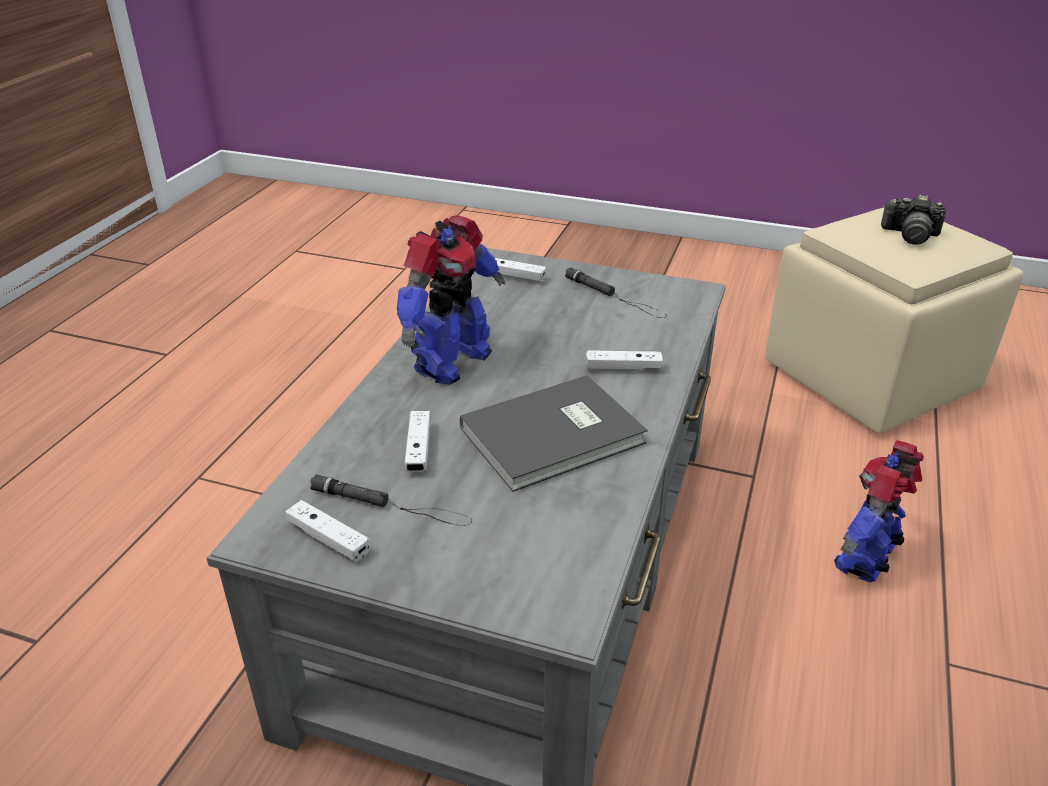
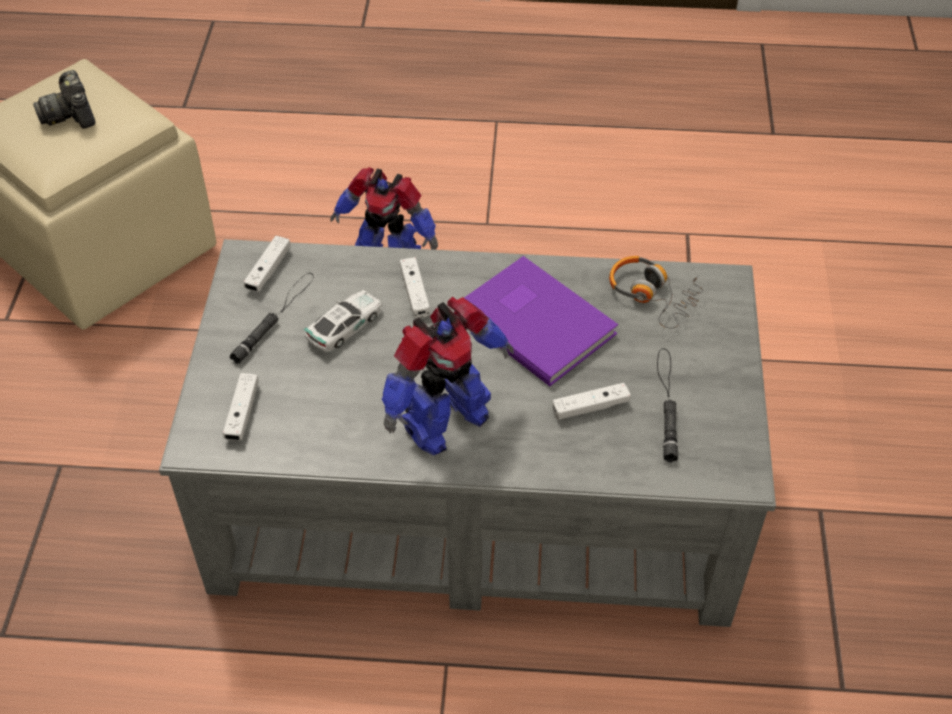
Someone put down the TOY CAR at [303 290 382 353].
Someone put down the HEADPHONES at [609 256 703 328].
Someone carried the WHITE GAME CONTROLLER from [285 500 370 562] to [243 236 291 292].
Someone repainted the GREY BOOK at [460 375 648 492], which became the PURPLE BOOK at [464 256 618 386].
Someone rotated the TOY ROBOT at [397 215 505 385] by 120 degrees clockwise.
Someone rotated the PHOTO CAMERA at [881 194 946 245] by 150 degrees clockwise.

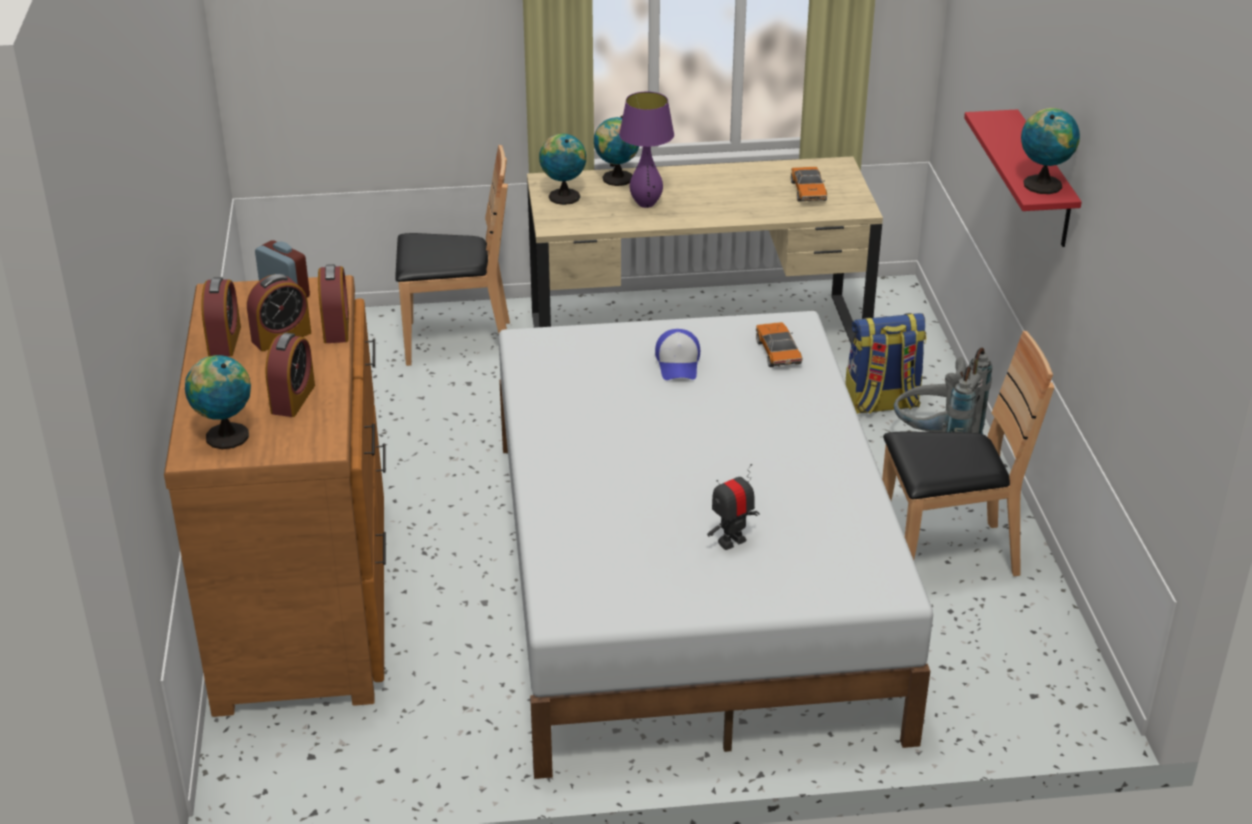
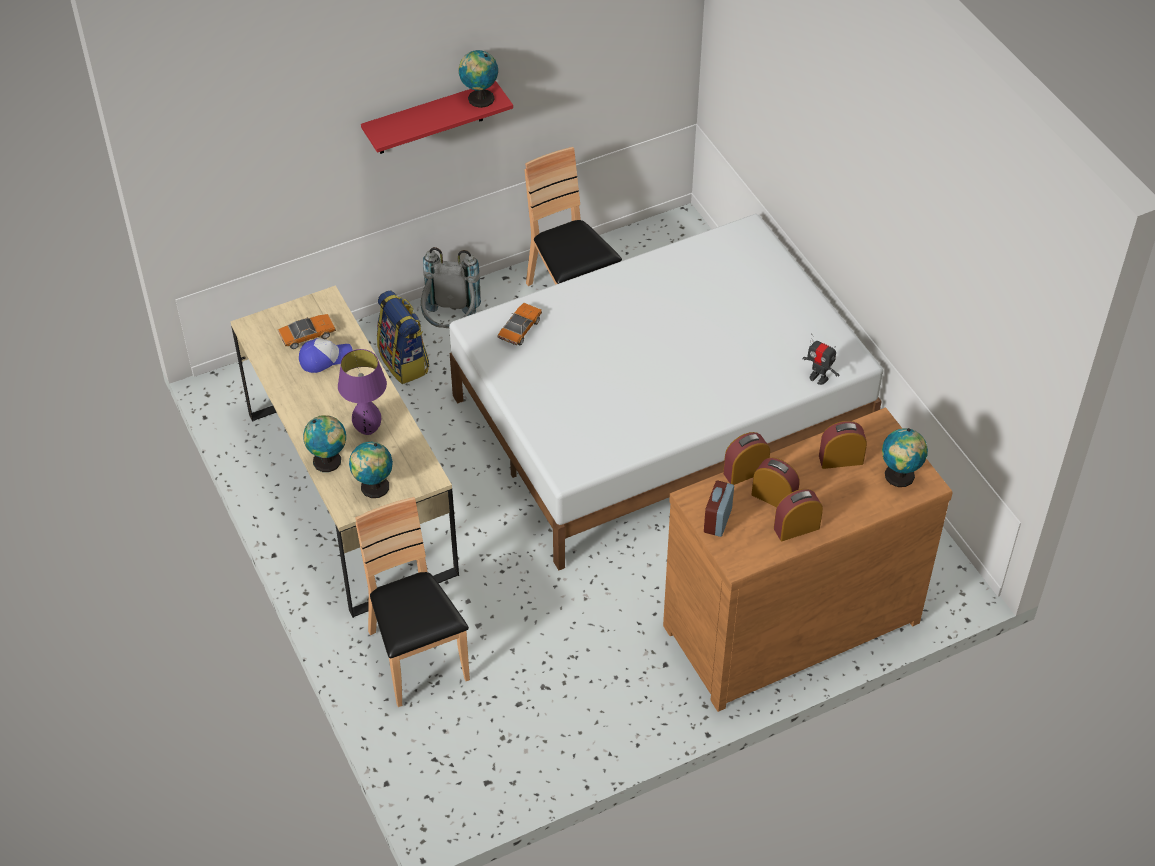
Someone carried the CAP from [655 329 700 380] to [299 338 353 373].
Someone carried the TOY ROBOT from [707 464 760 550] to [802 333 839 385].
Someone rotated the TOY CAR at [756 322 803 367] by 150 degrees clockwise.

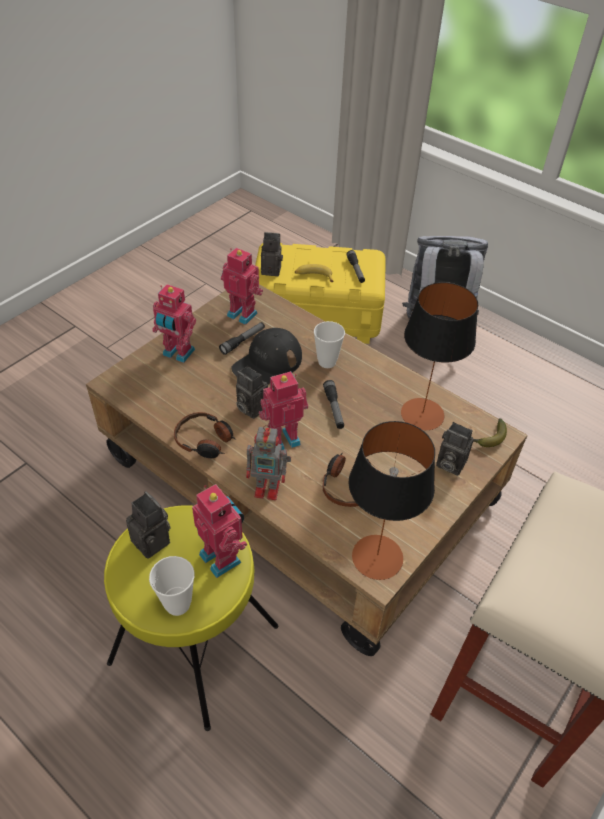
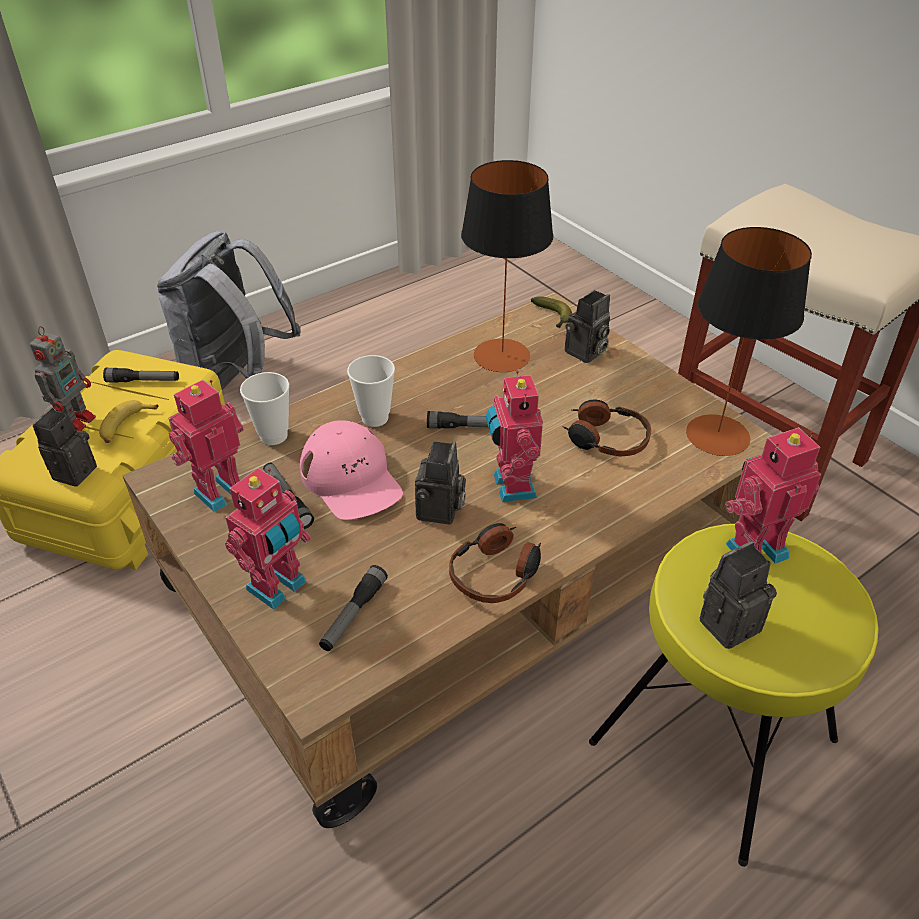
Someone put down the FLASHLIGHT at [319 565 388 651].
Someone carried the CUP from [149 556 195 616] to [240 372 289 445].
Someone carried the TOY ROBOT from [246 425 291 500] to [30 326 96 432].
Someone repainted the BLACK CAP at [231 328 302 385], which became the PINK CAP at [300 420 403 520].
Someone rotated the PHOTO CAMERA at [236 366 268 419] by 45 degrees counterclockwise.

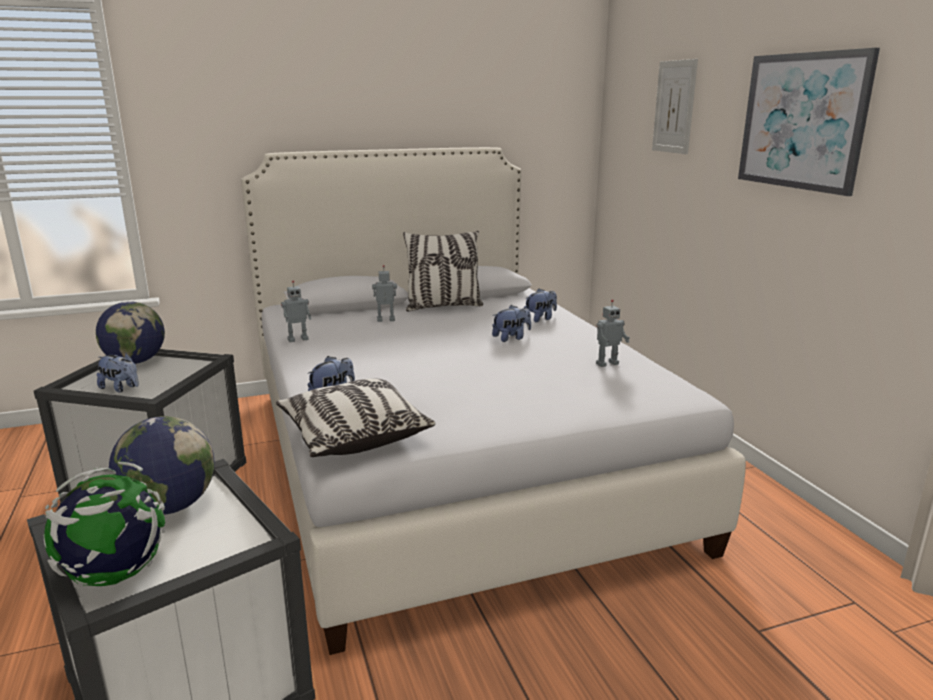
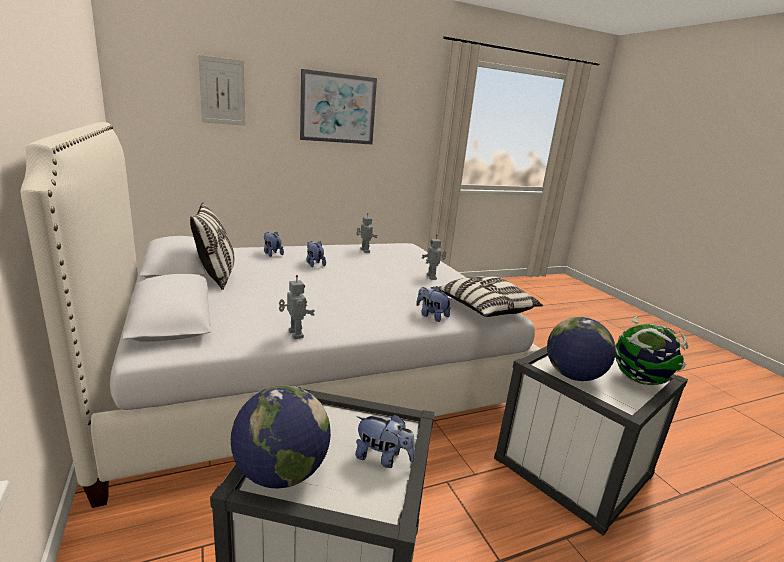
Someone carried the TOY ROBOT from [372 265 397 322] to [422 235 446 280].
Someone rotated the PLUSH TOY at [97 353 139 393] by 90 degrees clockwise.

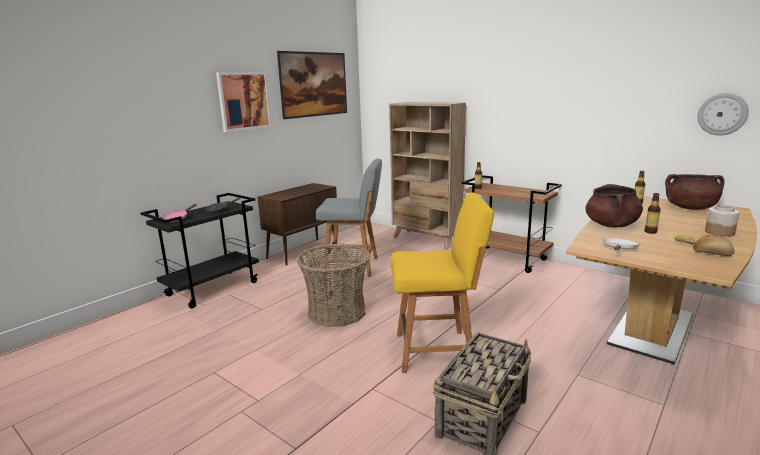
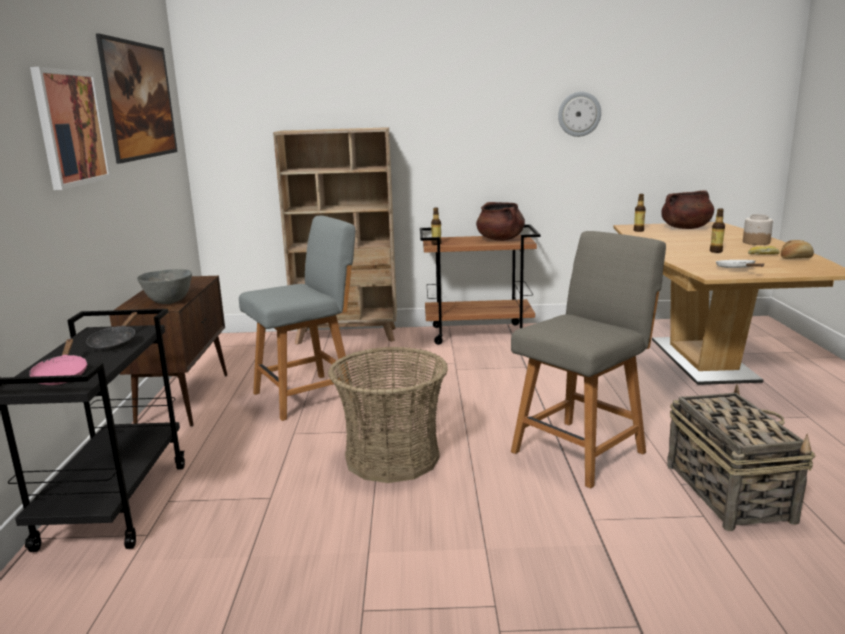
Someone put down the GREY BOWL at [137 269 192 304].
Someone carried the BROWN COOKING POT from [586 184 643 227] to [476 202 525 241].
Someone carried the WALL CLOCK from [697 93 749 135] to [558 92 601 137].
Someone repainted the YELLOW CHAIR at [391 193 494 373], which became the GREY CHAIR at [511 231 666 489].

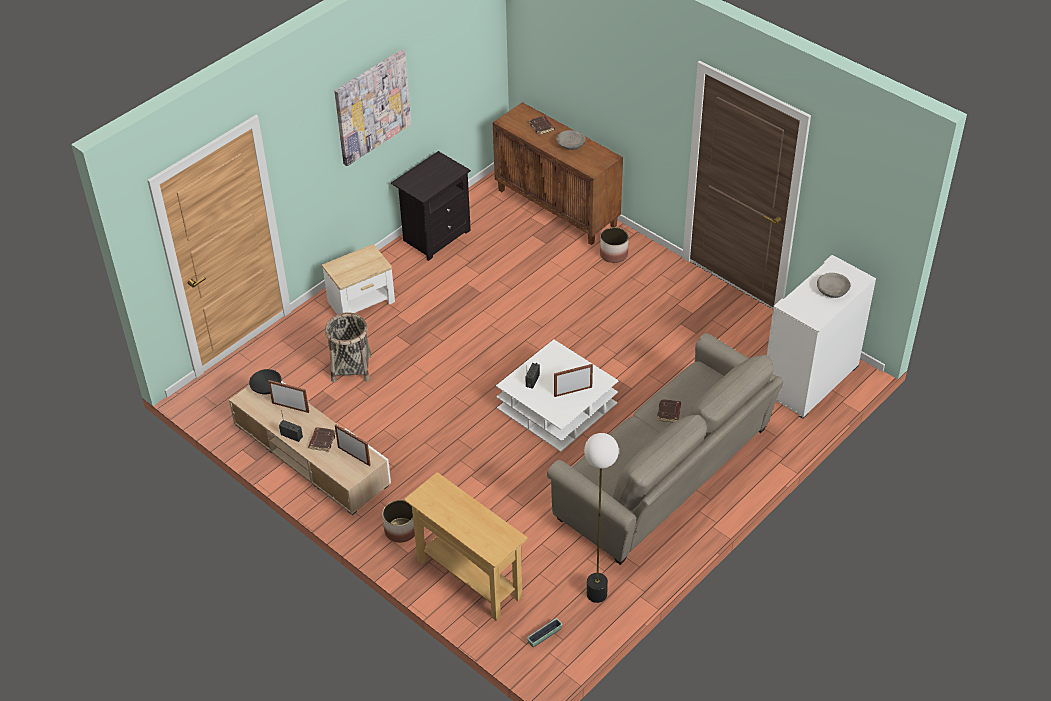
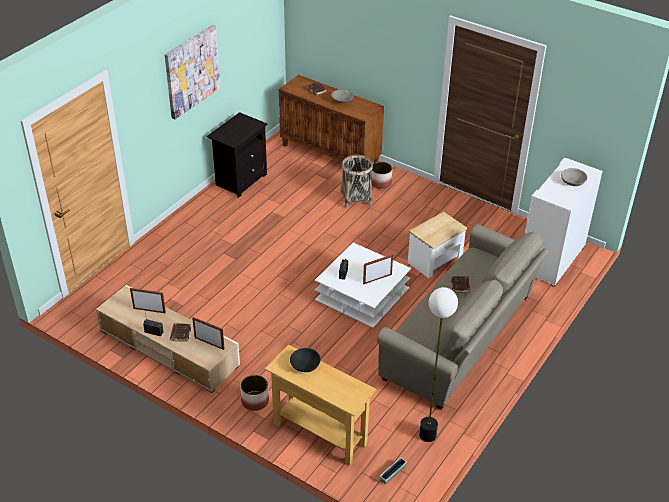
Someone carried the BLACK BOWL from [249 369 282 395] to [290 348 321 372].
Someone carried the SIDE TABLE from [322 244 395 314] to [408 212 467 278].
Someone carried the BASKET from [325 312 371 383] to [340 155 373 208].

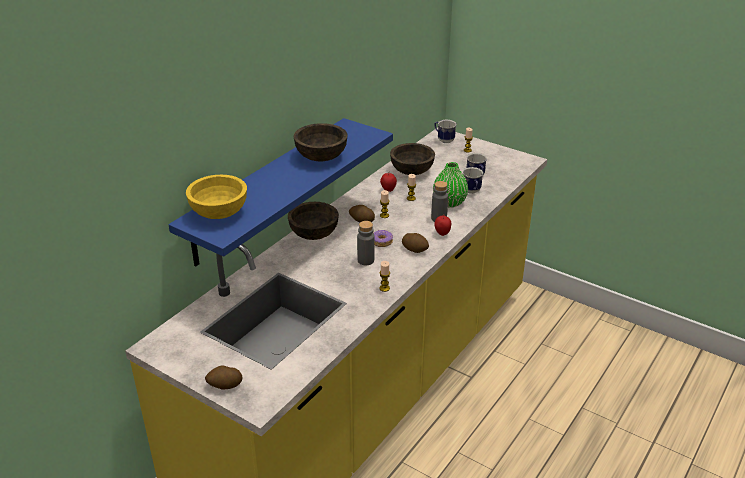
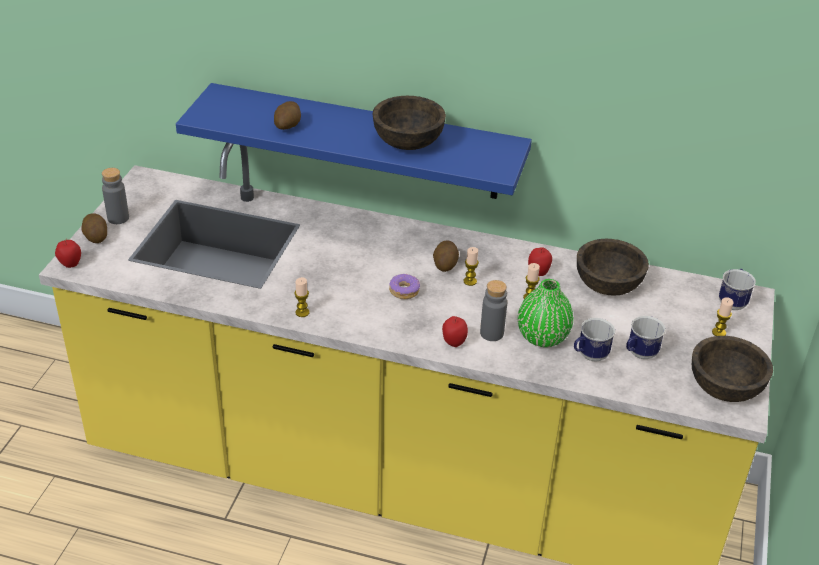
Someone took away the YELLOW BOWL at [186 175 247 219].
Someone put down the APPLE at [55 238 81 268].
Someone carried the BROWN BOWL from [288 202 339 240] to [692 336 773 402].
Someone carried the GREY BOTTLE from [357 221 375 265] to [102 168 129 224].
Someone carried the POTATO from [402 233 429 253] to [274 101 301 130].

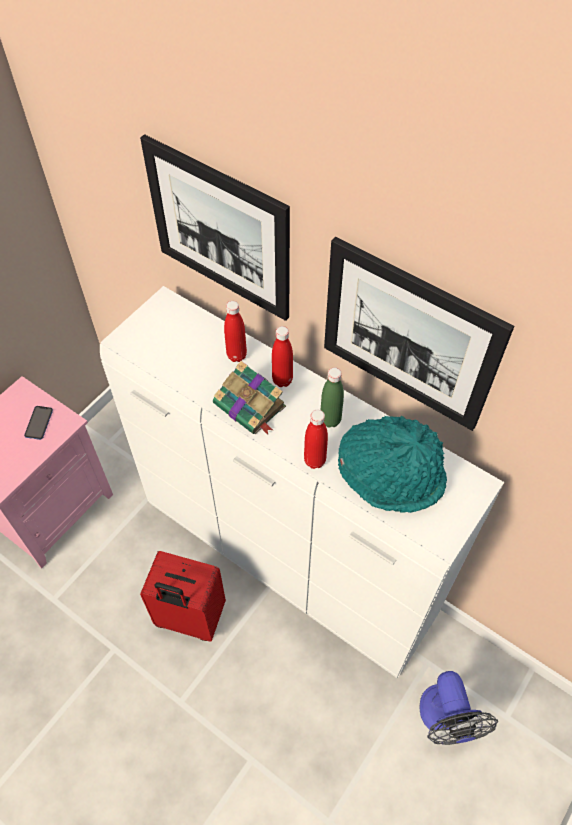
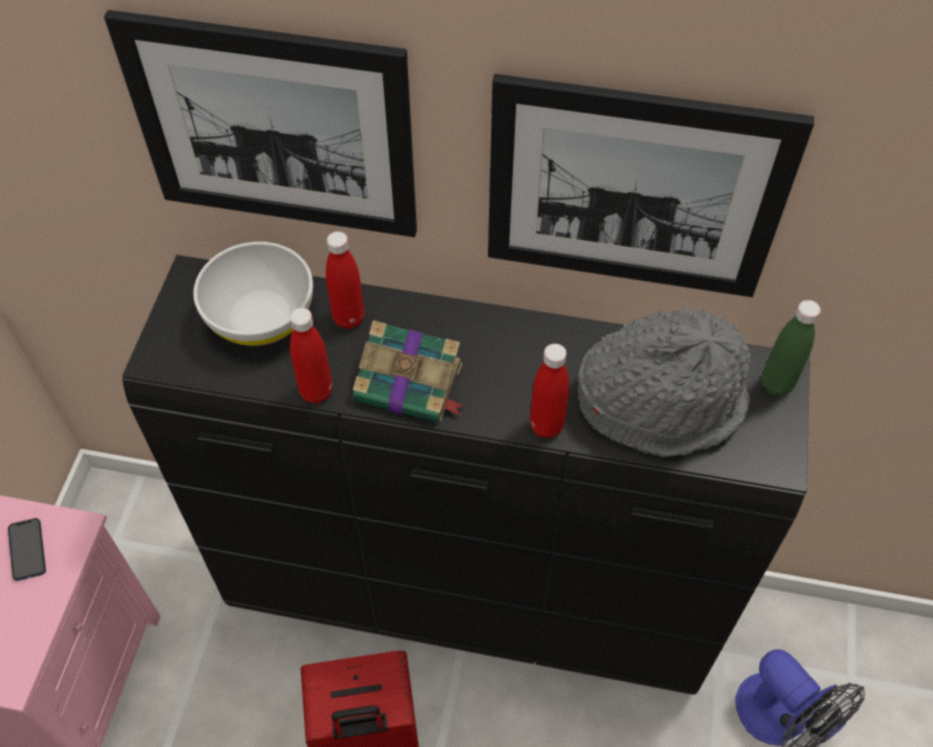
Someone put down the WHITE BOWL at [193 242 313 346].
Someone carried the RED BOTTLE from [272 326 293 387] to [290 308 333 404].
Someone carried the GREEN BOTTLE from [321 367 344 428] to [762 300 821 396].
Someone repainted the WHITE DRESSER at [100 286 504 678], which became the BLACK DRESSER at [122 255 810 695].
Someone repainted the TURQUOISE HAT at [338 416 447 513], which became the GREY HAT at [578 308 751 457].

